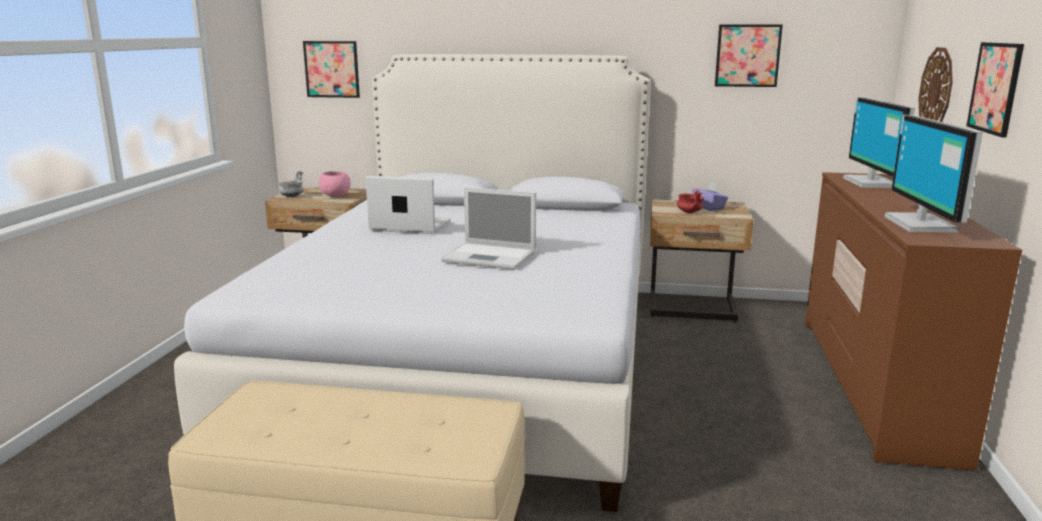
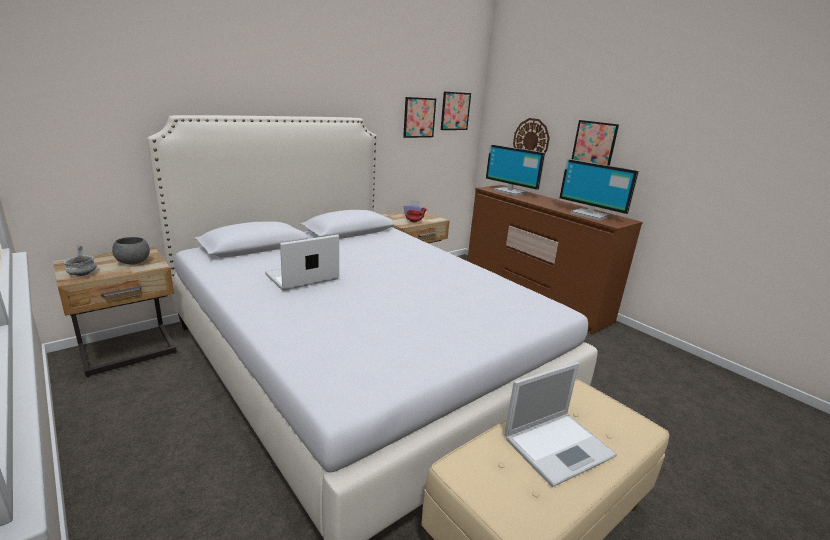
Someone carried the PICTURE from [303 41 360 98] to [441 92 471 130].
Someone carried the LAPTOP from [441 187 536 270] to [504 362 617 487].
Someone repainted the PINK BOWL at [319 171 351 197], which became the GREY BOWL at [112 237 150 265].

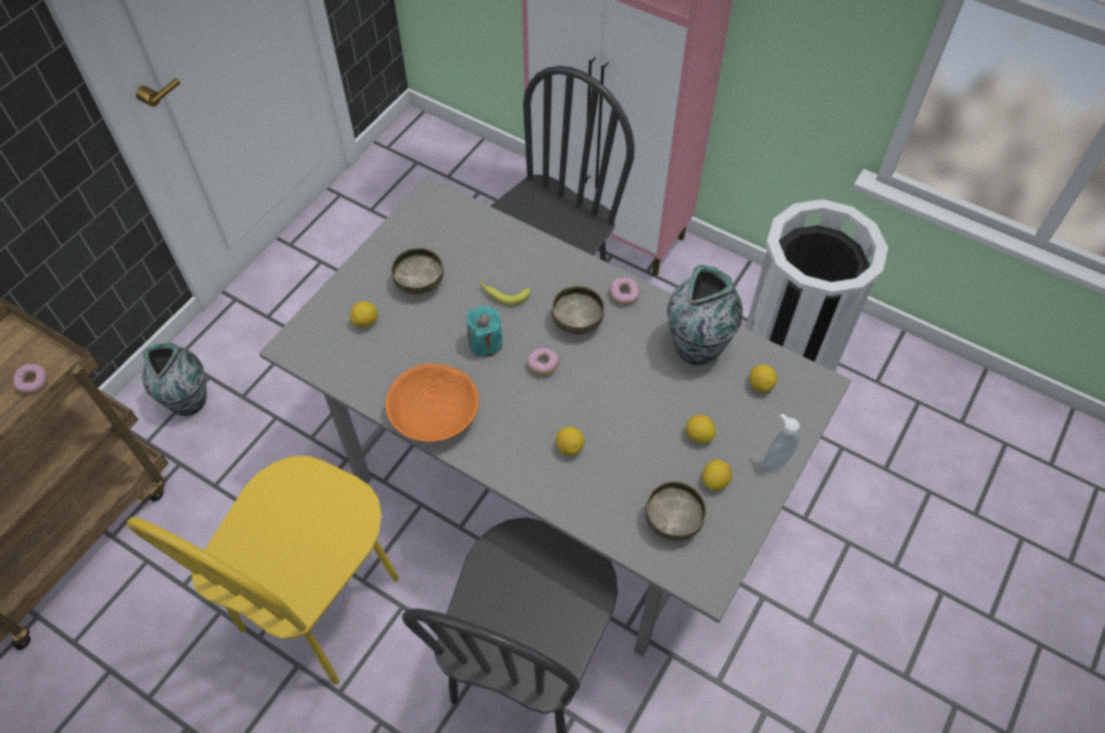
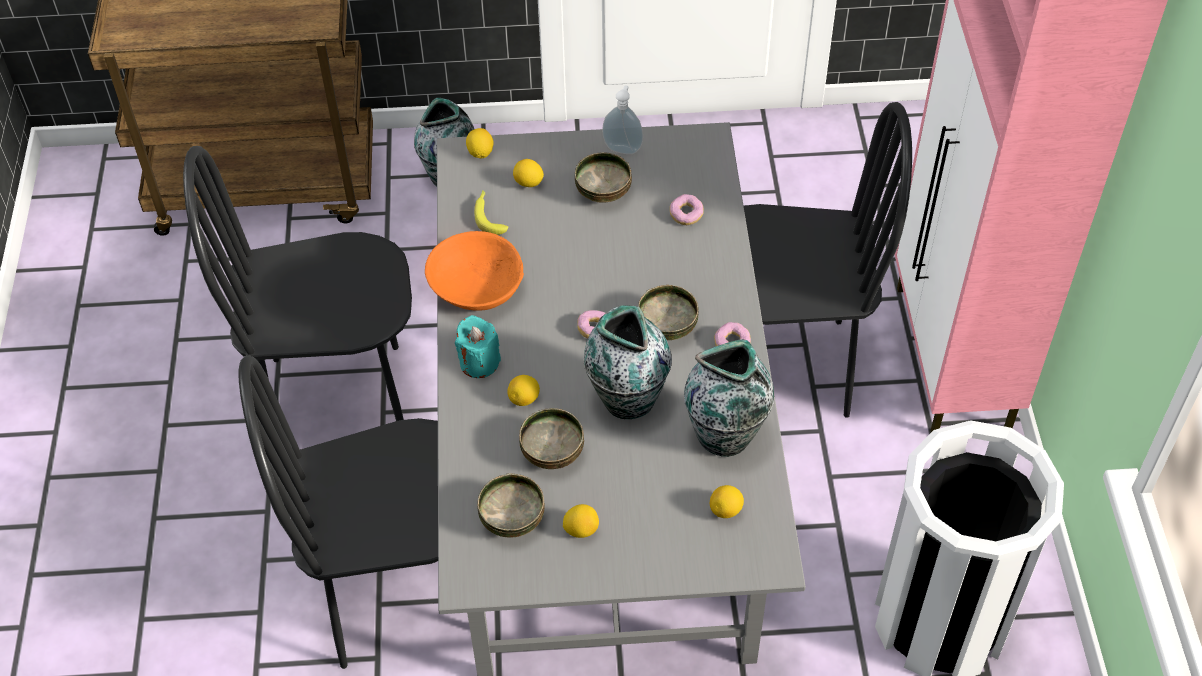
Someone put down the BOWL at [519 408 584 469].
Someone put down the VASE at [584 305 672 419].
Someone carried the DONUT from [13 364 48 394] to [670 194 704 225].
Someone carried the TURQUOISE CANDLE from [467 306 502 357] to [455 315 501 378].
Someone carried the BANANA from [479 282 530 306] to [474 190 508 235].
Someone carried the LEMON from [686 415 716 444] to [466 128 493 158].
Someone carried the SOAP DISPENSER from [763 413 800 472] to [602 85 643 154].
Someone repainted the YELLOW CHAIR at [127 456 399 684], which became the BLACK CHAIR at [183 146 412 421].

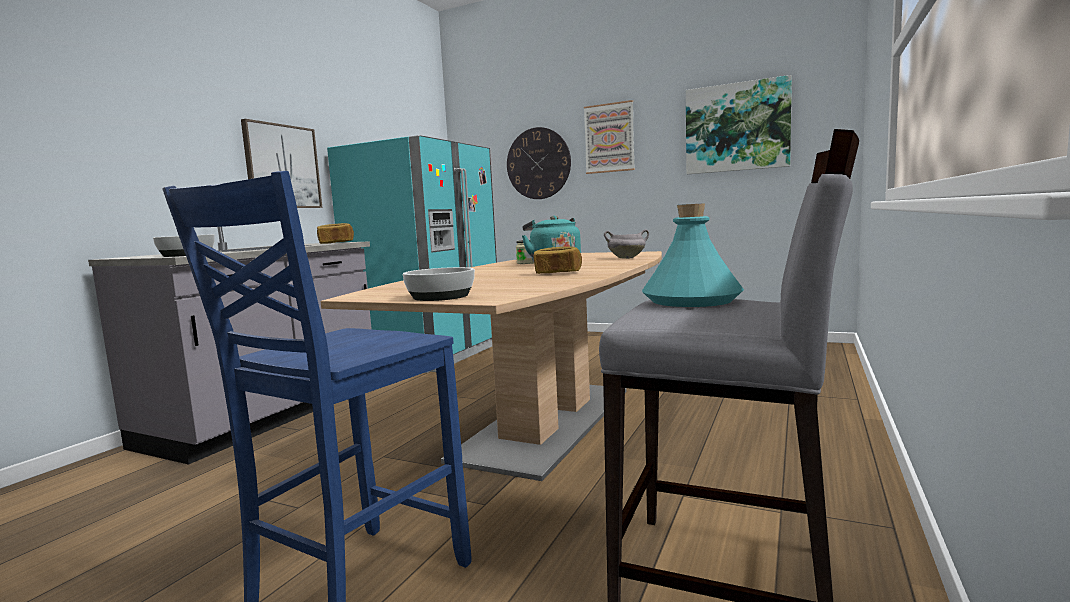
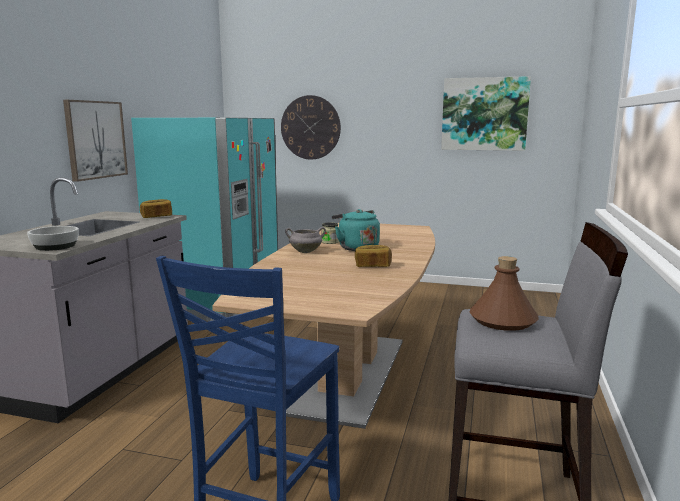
Someone took away the BOWL at [403 267 475 301].
Someone took away the PICTURE at [584 100 635 174].
Someone carried the GREY COOKING POT from [604 229 649 259] to [285 227 326 253].
Someone repainted the TURQUOISE BOTTLE at [642 203 744 307], which became the BROWN BOTTLE at [470 256 539 331].

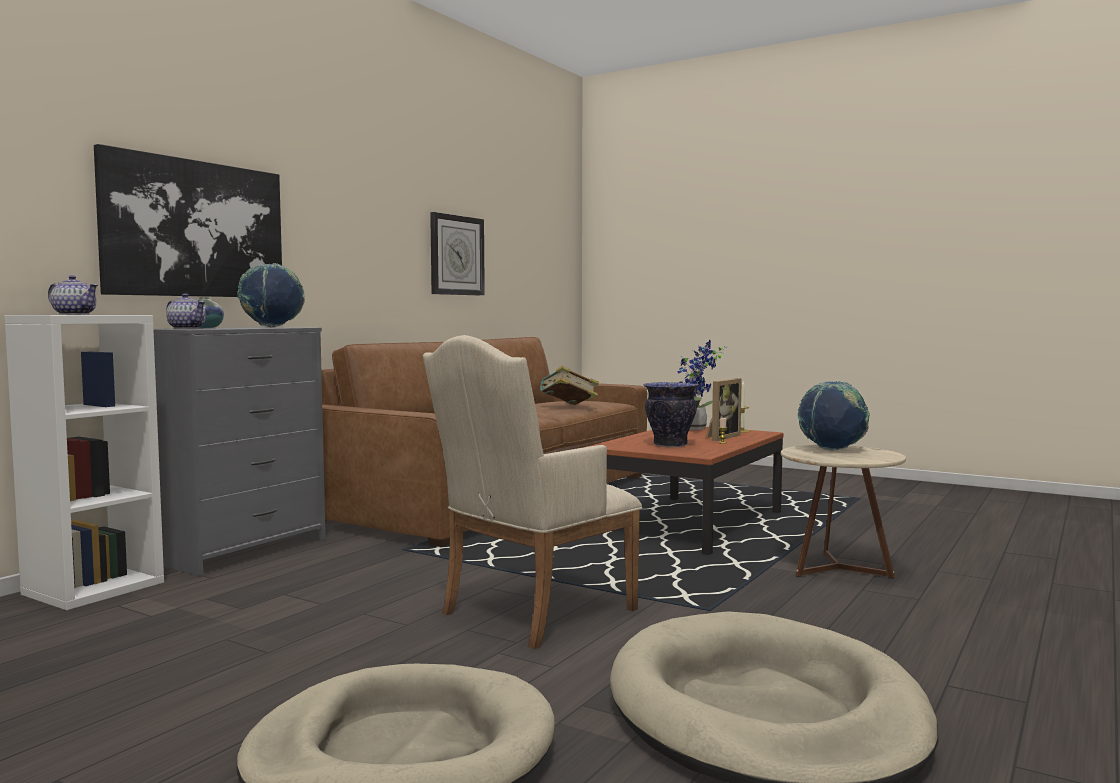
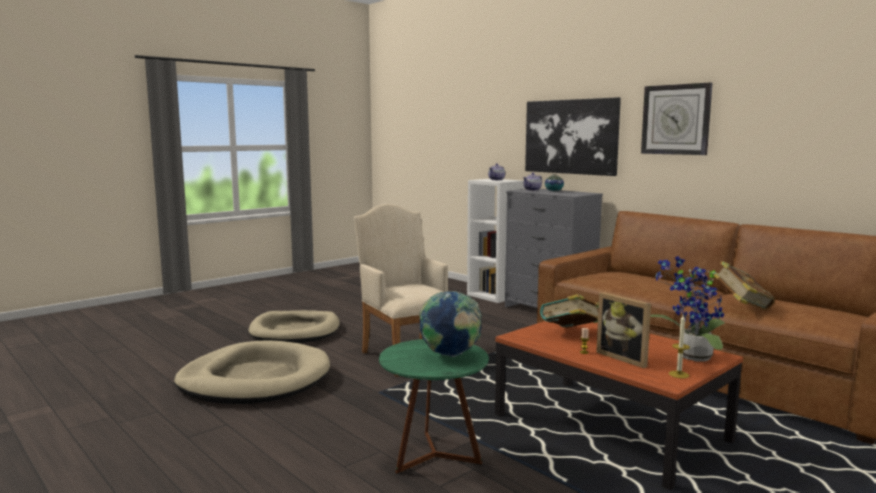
Someone took away the GLOBE at [237 263 305 327].
Someone carried the WALL CLOCK from [430 212 485 296] to [641 82 712 155].
Someone swapped the VASE at [644 382 699 447] for the BOOK at [540 294 599 328].
Someone repainted the BEIGE SIDE TABLE at [781 445 906 579], which became the GREEN SIDE TABLE at [379 339 489 475].

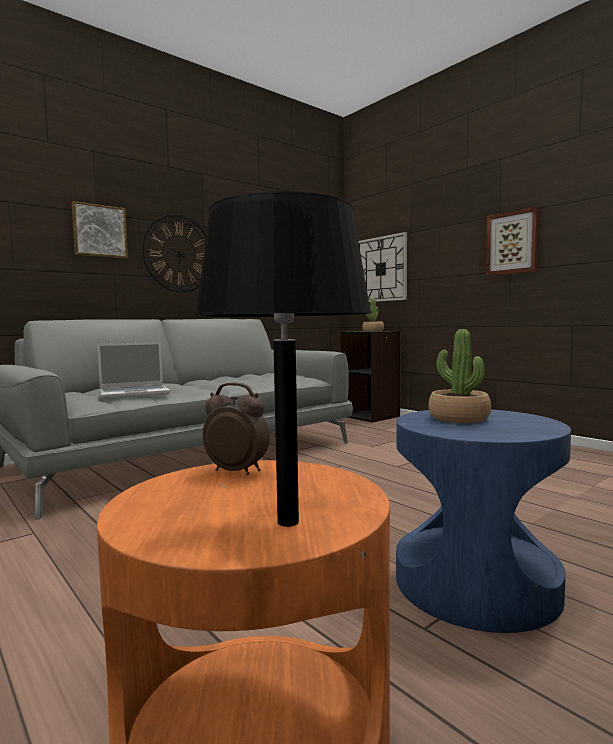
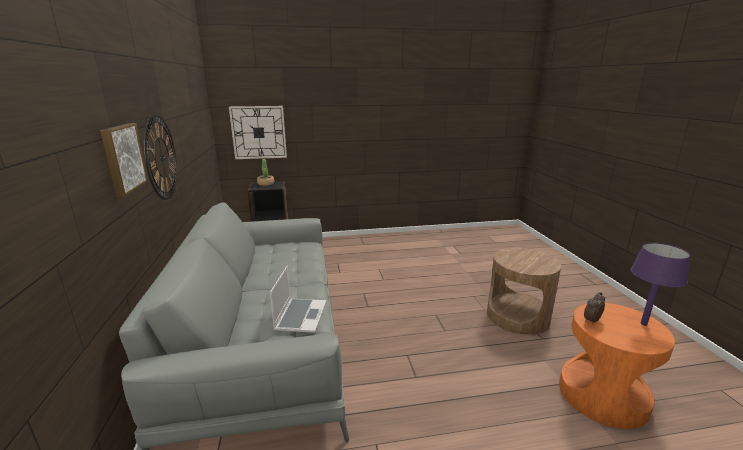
Someone took away the POTTED PLANT at [428 329 491 423].
Someone took away the PICTURE at [486 207 539 276].
Someone repainted the BLACK TABLE LAMP at [195 191 372 527], which became the PURPLE TABLE LAMP at [631 243 690 326].
Someone repainted the BLUE SIDE TABLE at [396 410 571 633], which became the BROWN SIDE TABLE at [487 248 561 335].

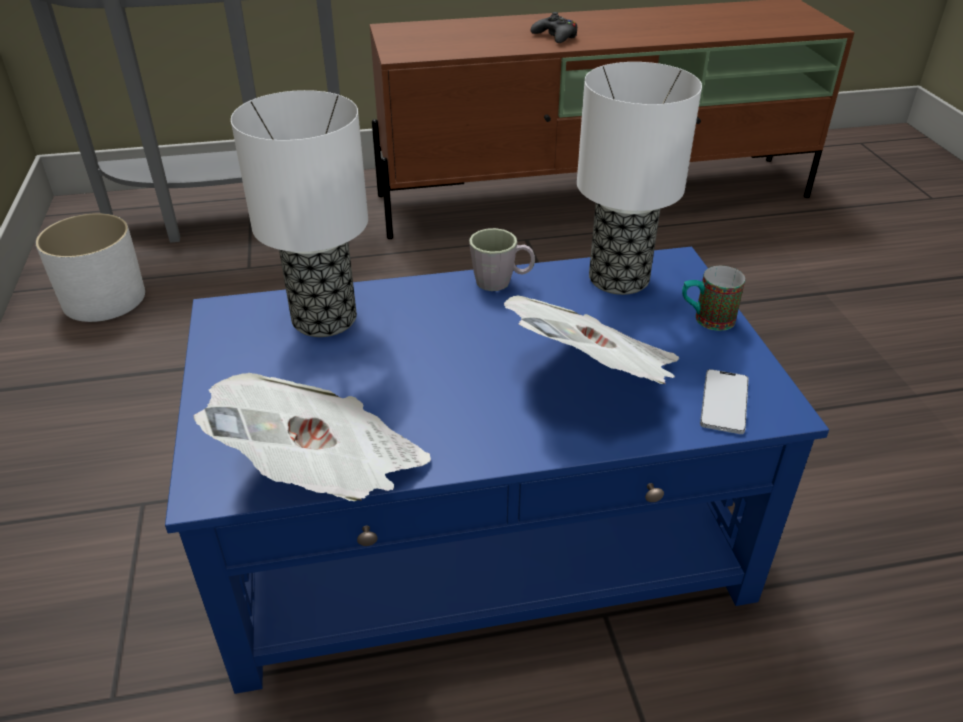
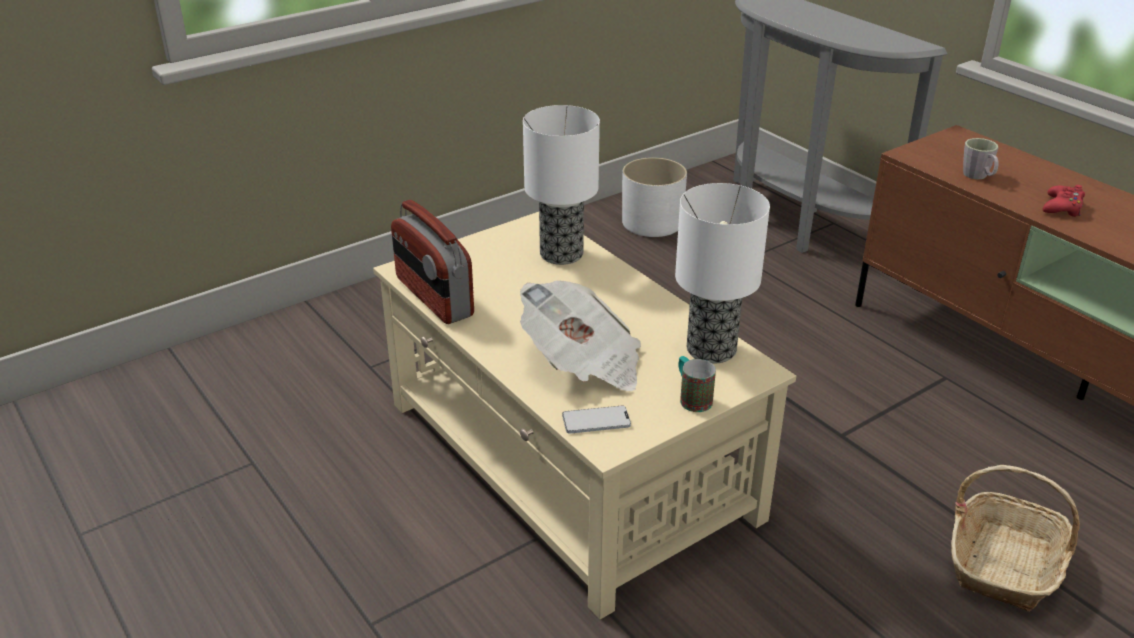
Someone put down the BASKET at [951 465 1080 612].
Someone carried the GREY MUG from [469 228 535 291] to [963 138 999 179].
Someone swapped the NEWSPAPER at [193 373 431 501] for the RADIO at [391 200 474 324].
Someone repainted the BLUE COFFEE TABLE at [165 246 829 694], which became the BEIGE COFFEE TABLE at [373 212 796 619].
Someone repainted the BLACK GAME CONTROLLER at [531 12 578 43], which became the RED GAME CONTROLLER at [1043 185 1085 217].

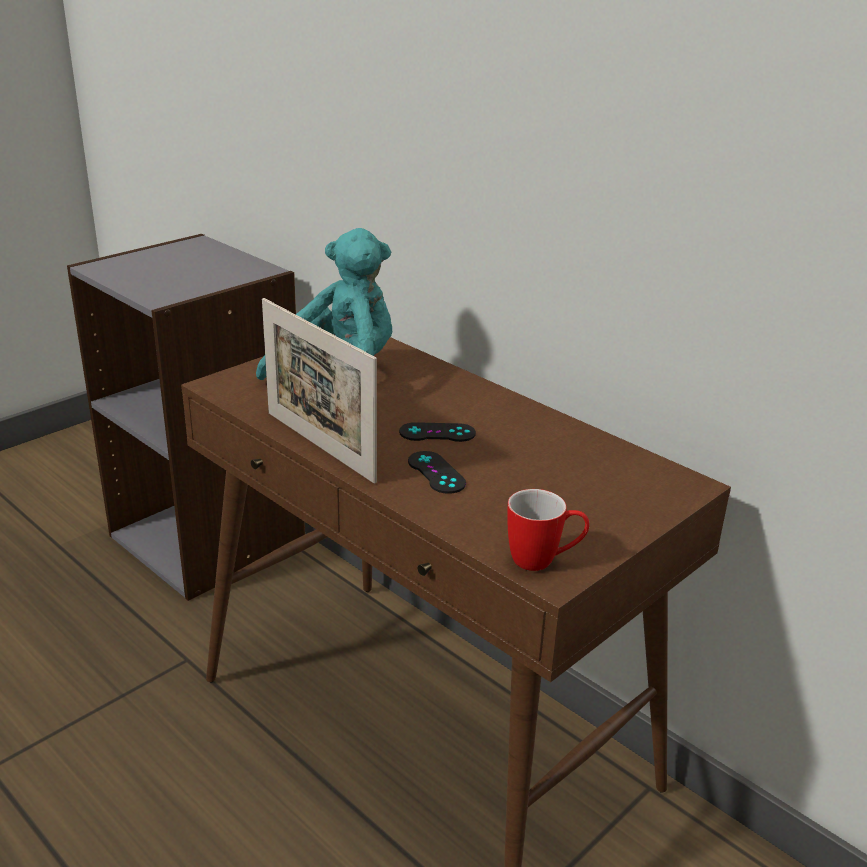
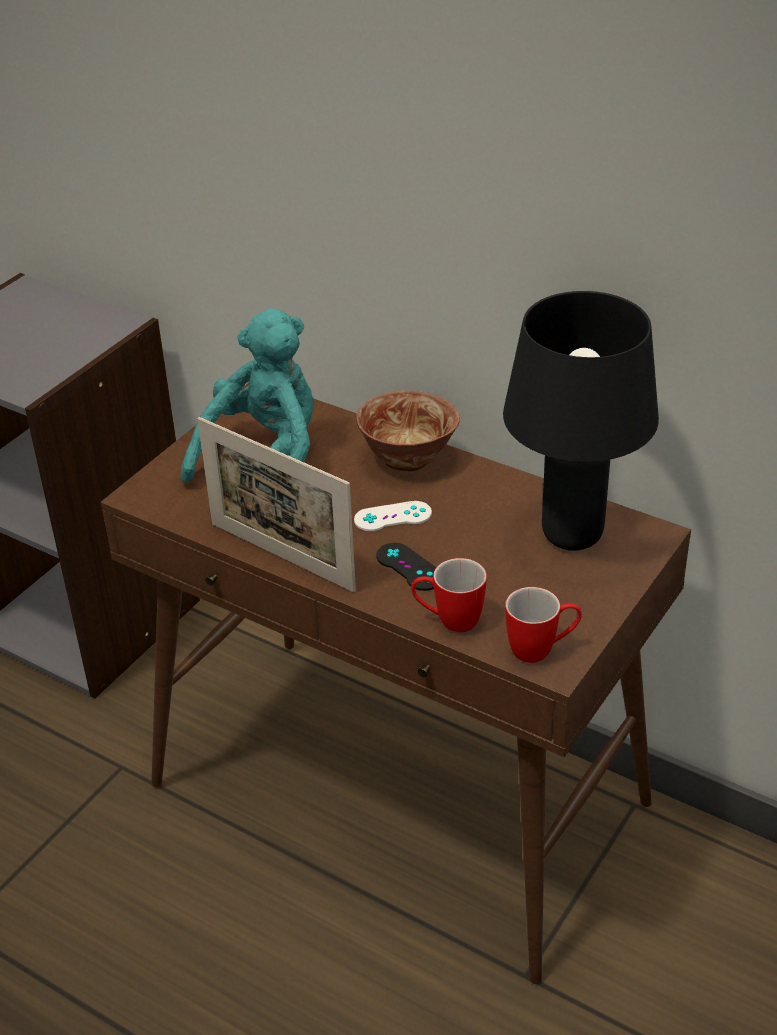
Someone put down the BOWL at [356 390 460 472].
Someone put down the MUG at [411 558 487 632].
Someone put down the BLACK TABLE LAMP at [503 291 659 551].
Someone repainted the BLACK GAME CONTROLLER at [399 422 476 442], which became the WHITE GAME CONTROLLER at [354 501 432 531].

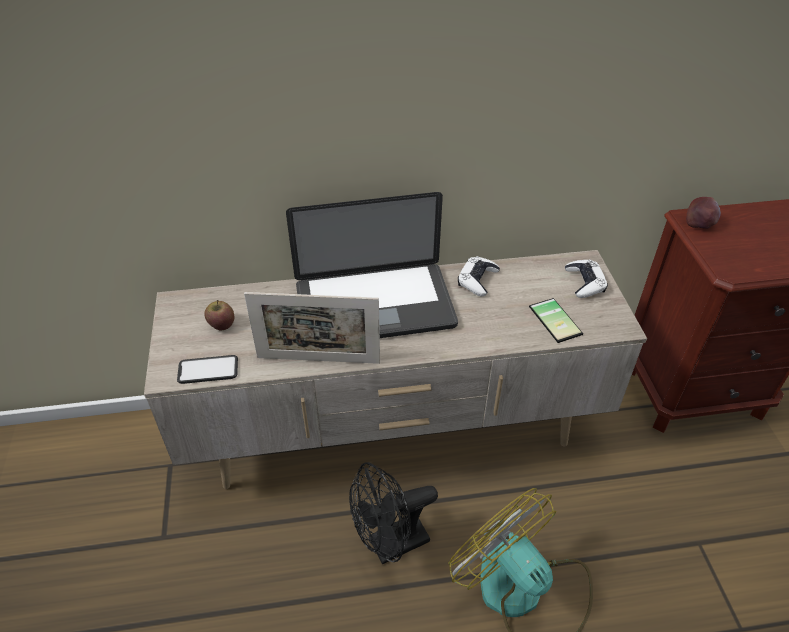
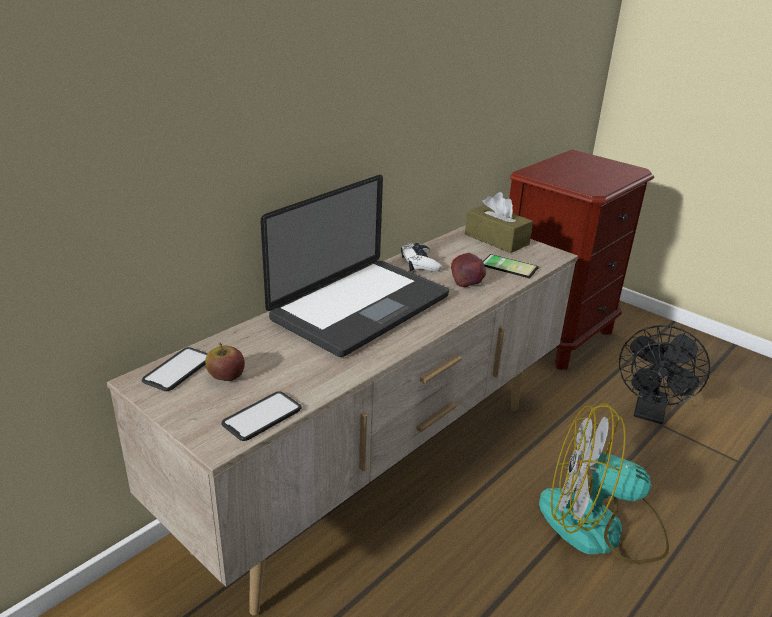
Someone took away the PICTURE FRAME at [244 292 380 364].
Someone put down the PHONE at [142 347 208 391].
Someone carried the BLACK FAN from [349 462 438 564] to [619 325 710 424].
Someone carried the APPLE from [686 197 721 229] to [451 253 486 287].
Someone swapped the WHITE GAME CONTROLLER at [565 260 608 298] for the BROWN TISSUE BOX at [465 192 533 253].

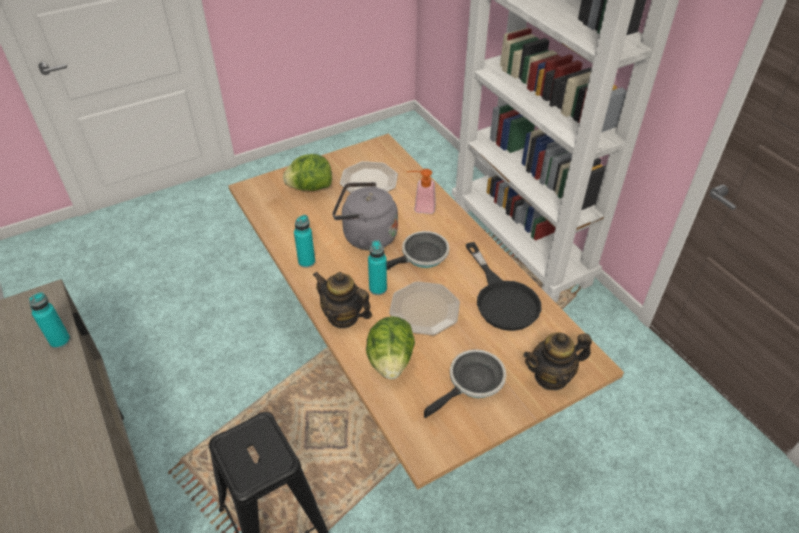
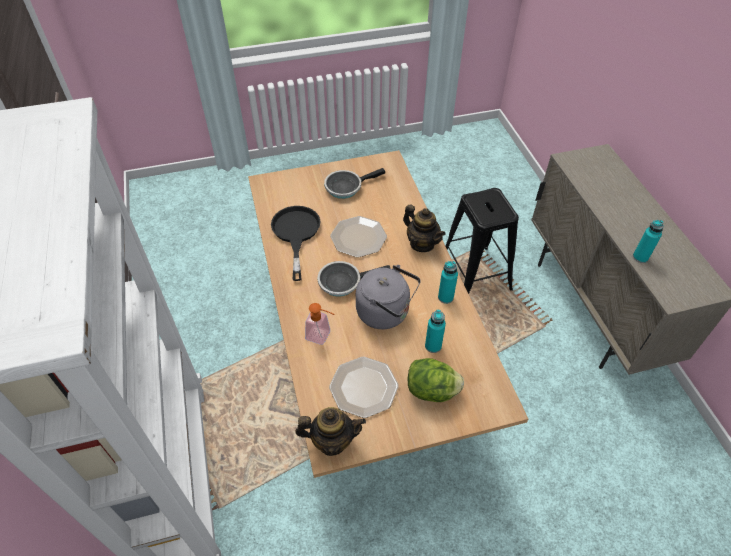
Someone took away the LETTUCE at [366 316 415 380].
Someone carried the TURQUOISE BOTTLE from [368 240 387 295] to [425 310 446 353].
Someone carried the TEAPOT from [524 333 592 391] to [295 407 366 456].

